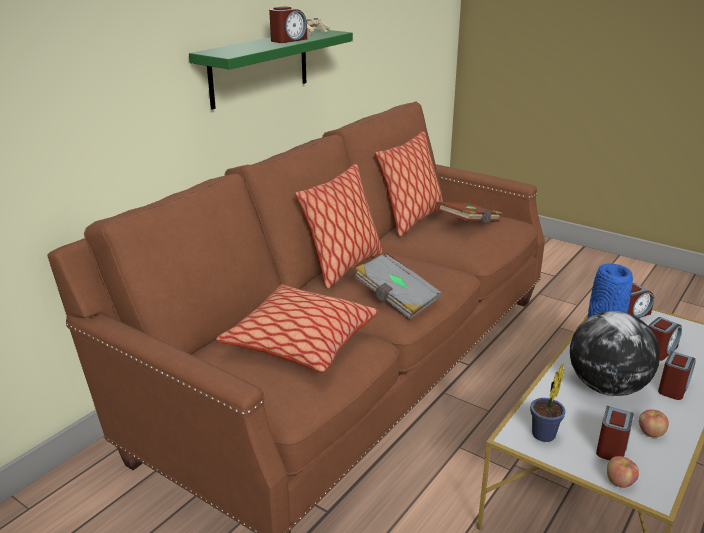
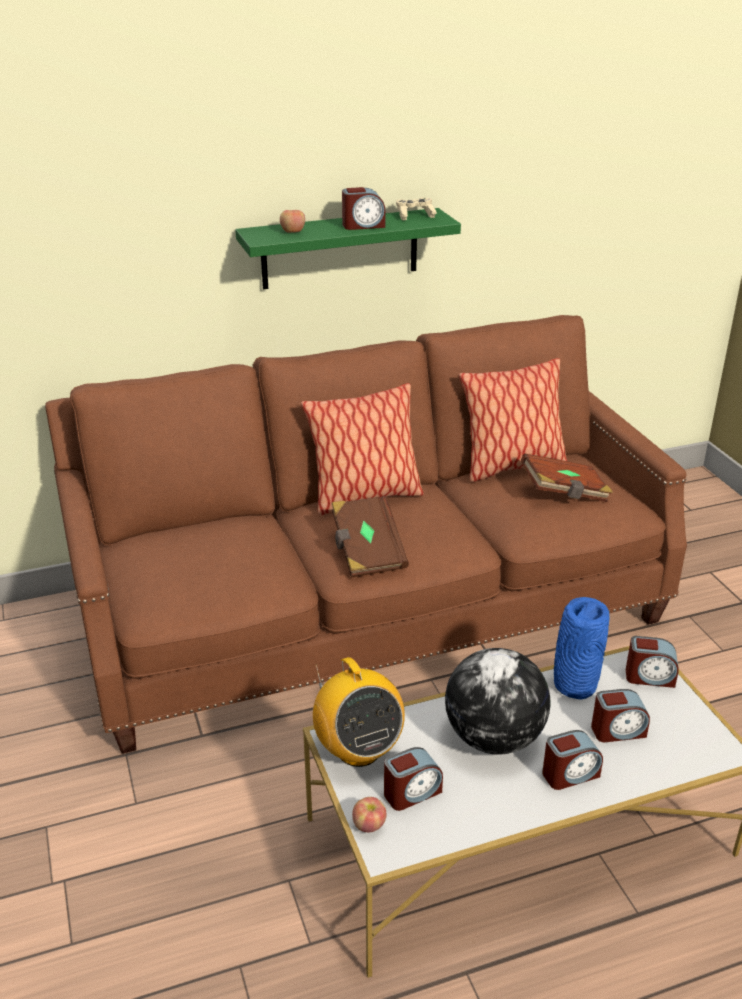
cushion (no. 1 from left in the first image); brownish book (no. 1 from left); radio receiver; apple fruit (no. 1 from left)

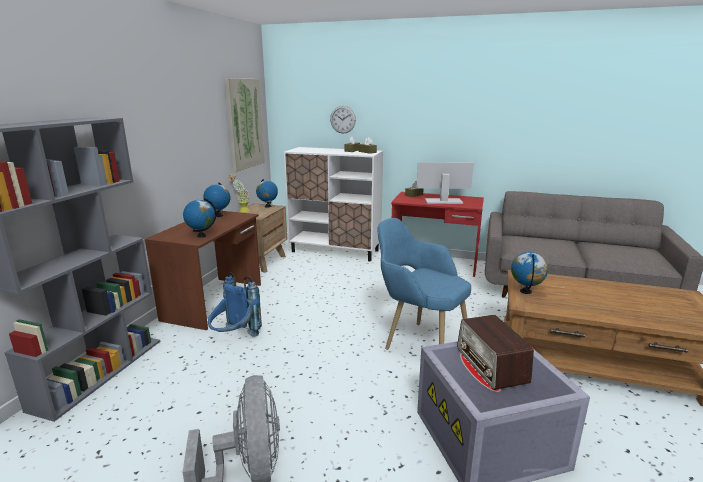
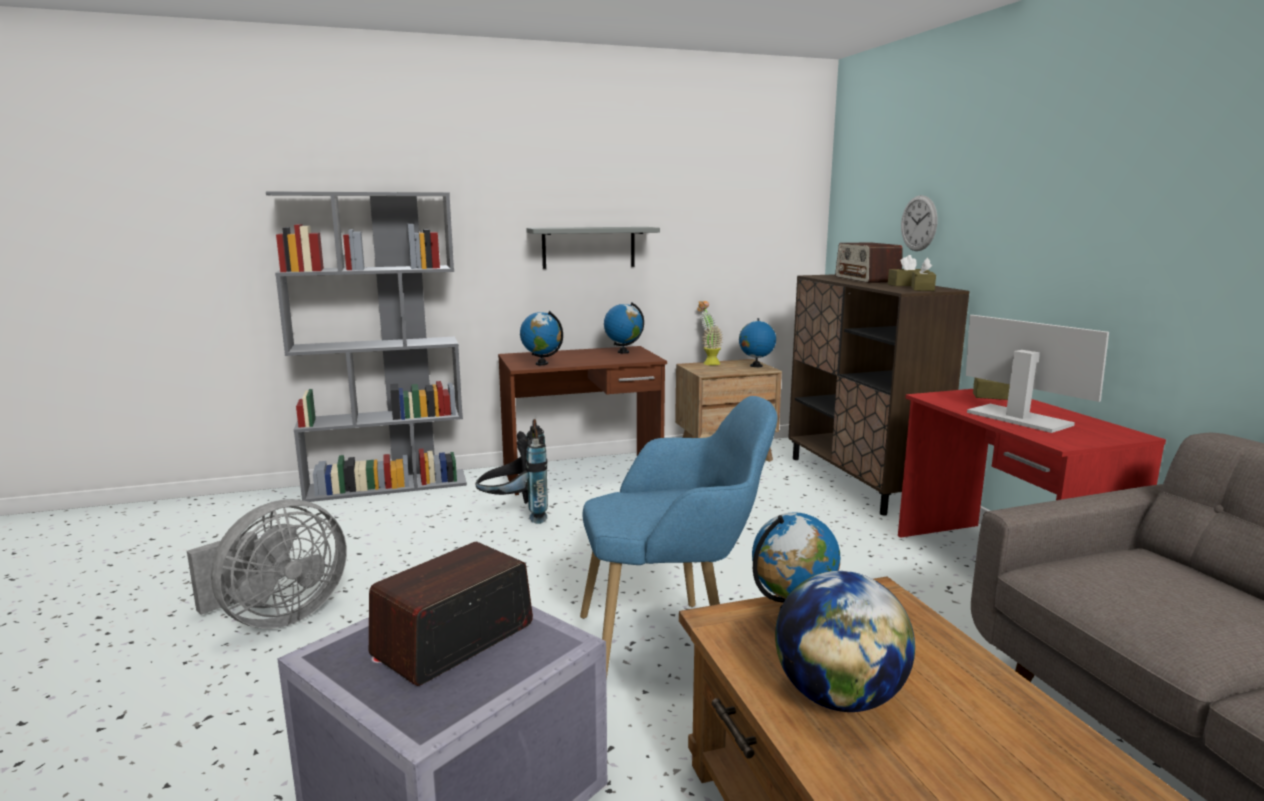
blackish rucksack; wall art; brownish storage cabinet; bluish easy chair; gray wall shelf; world globe (no. 5 from left); radio receiver (no. 2 from left)

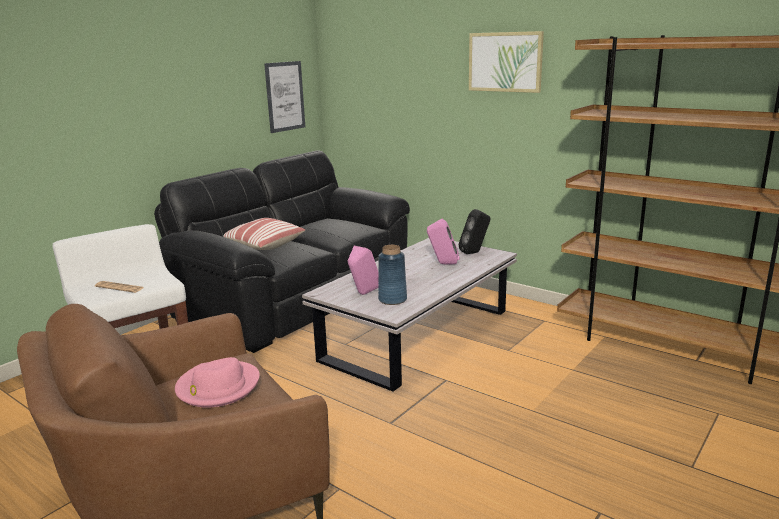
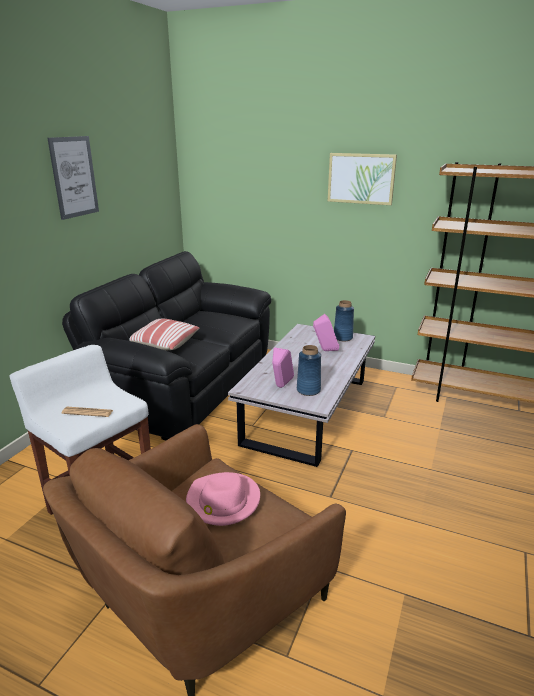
wall art (no. 1 from left); bluish decorative vase (no. 2 from left)

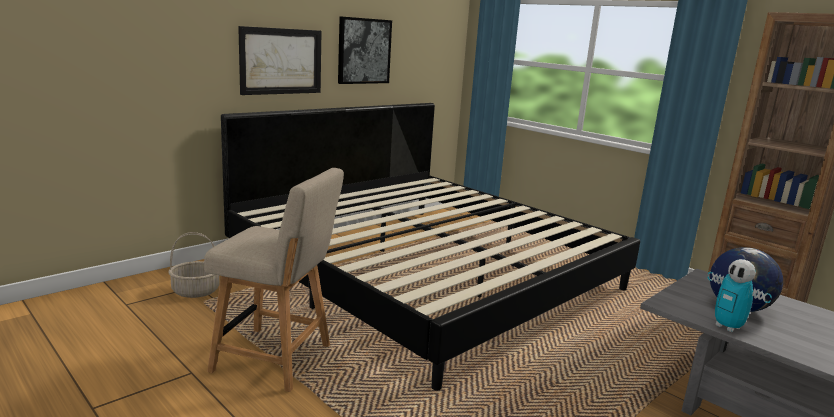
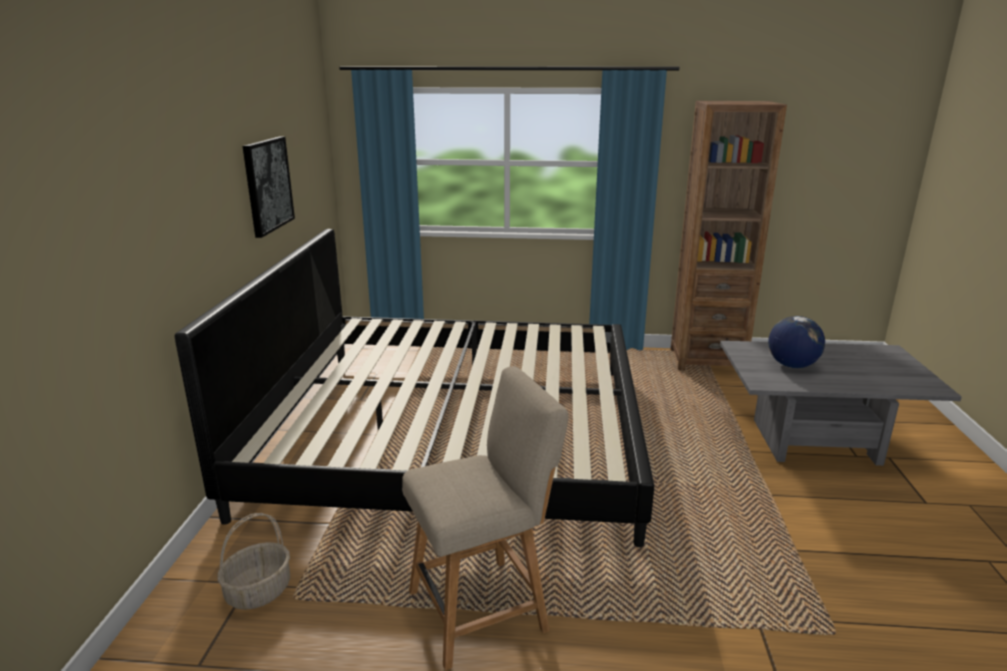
wall art (no. 1 from left in the first image); toy robot

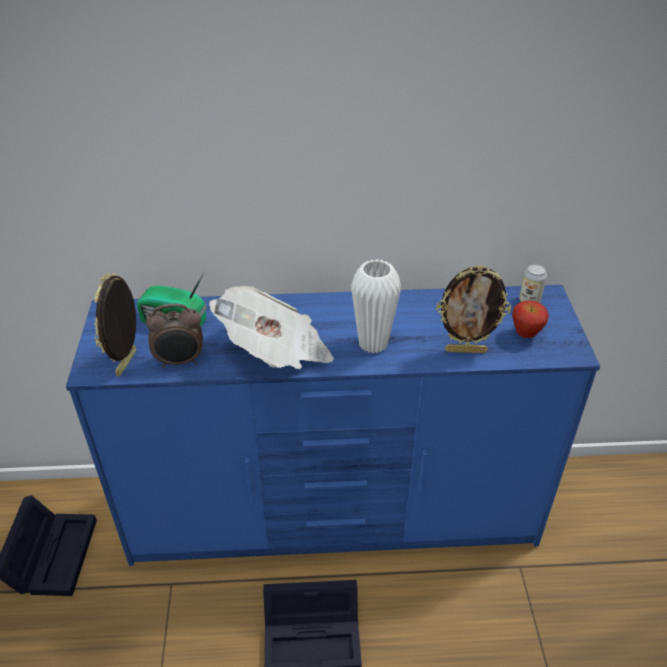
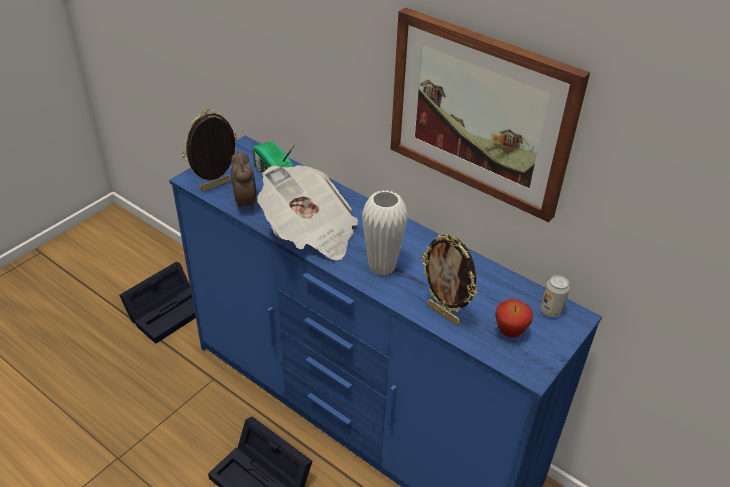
alarm clock; wall art

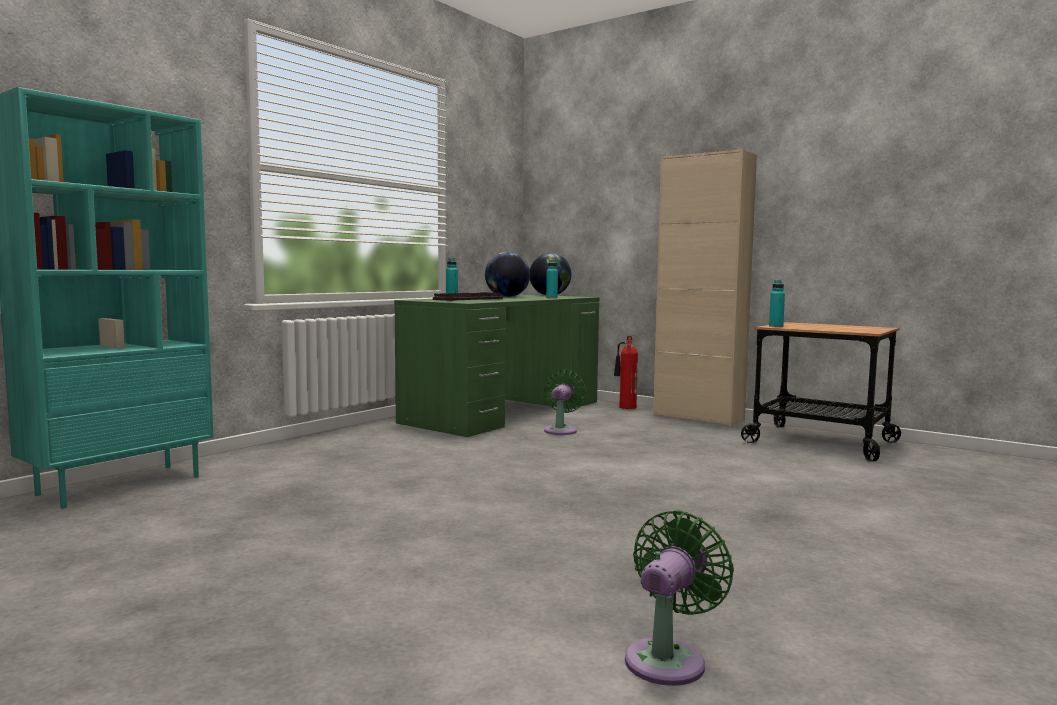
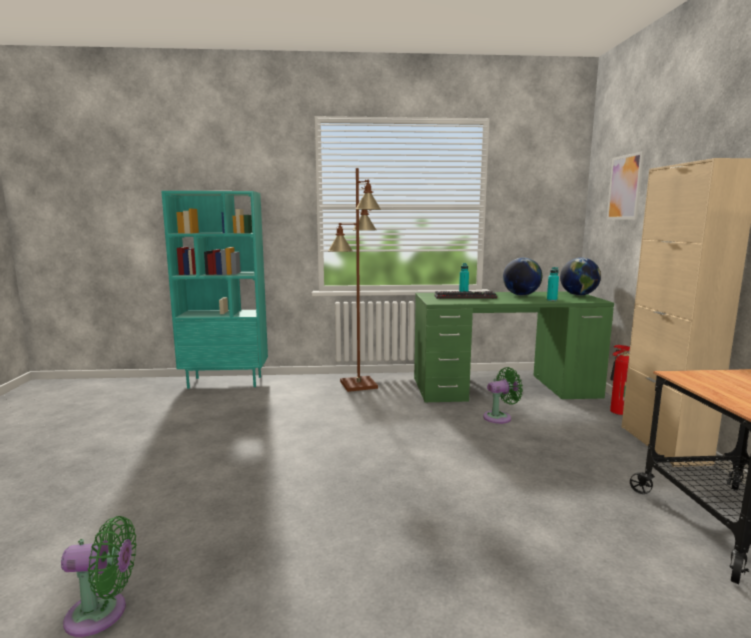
blue-green beverage bottle (no. 3 from left in the first image); brownish floor lamp; wall art

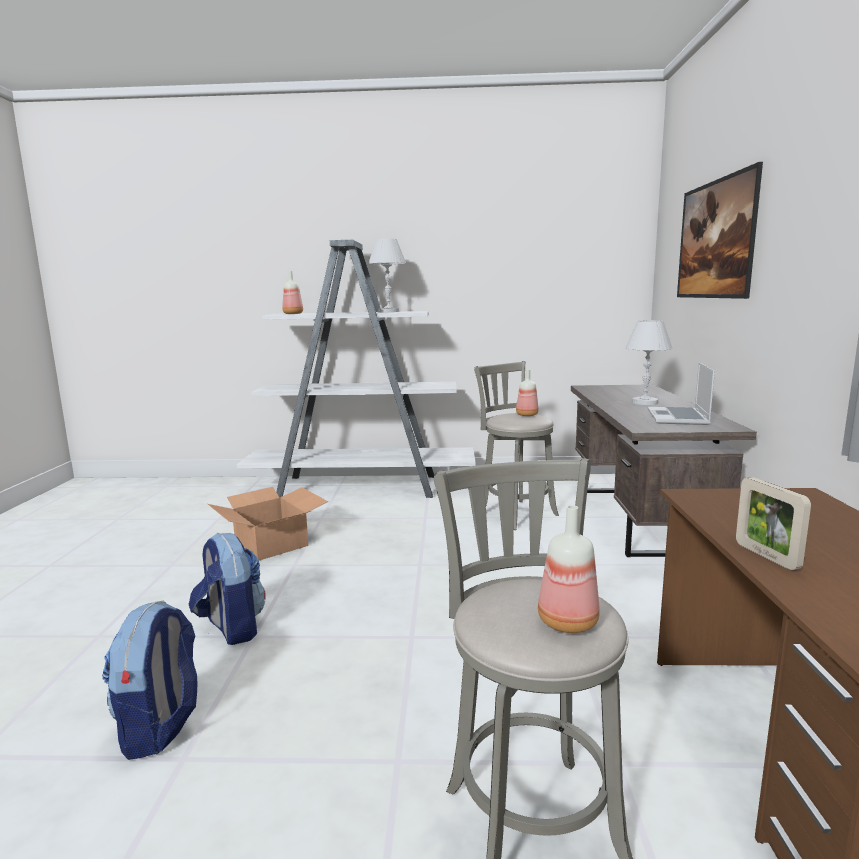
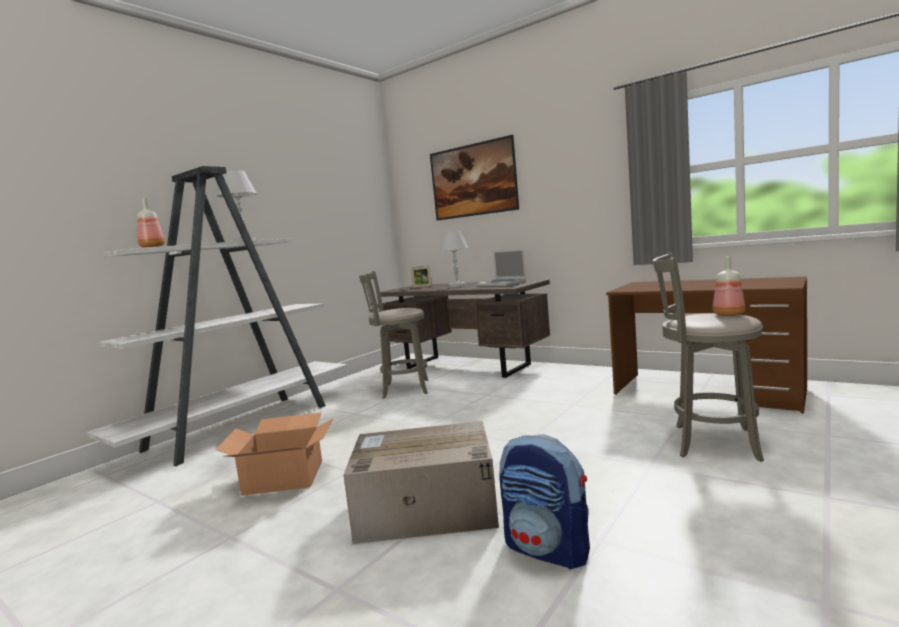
carton (no. 2 from left); beverage bottle (no. 2 from left in the first image); photo frame

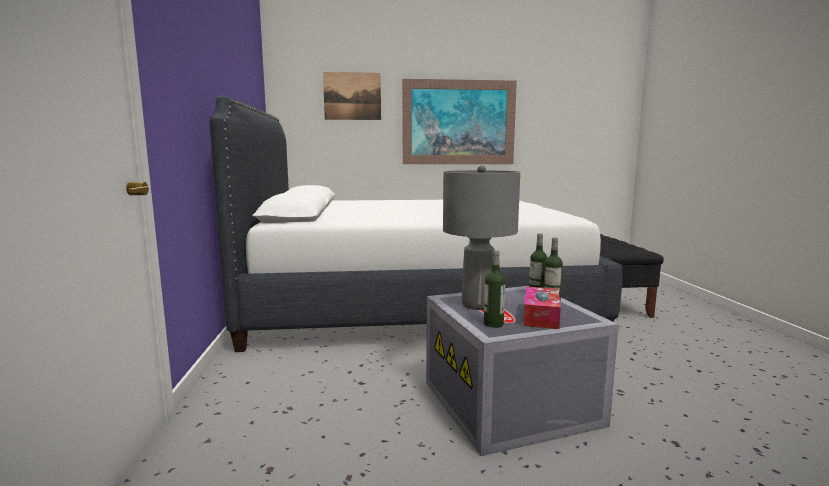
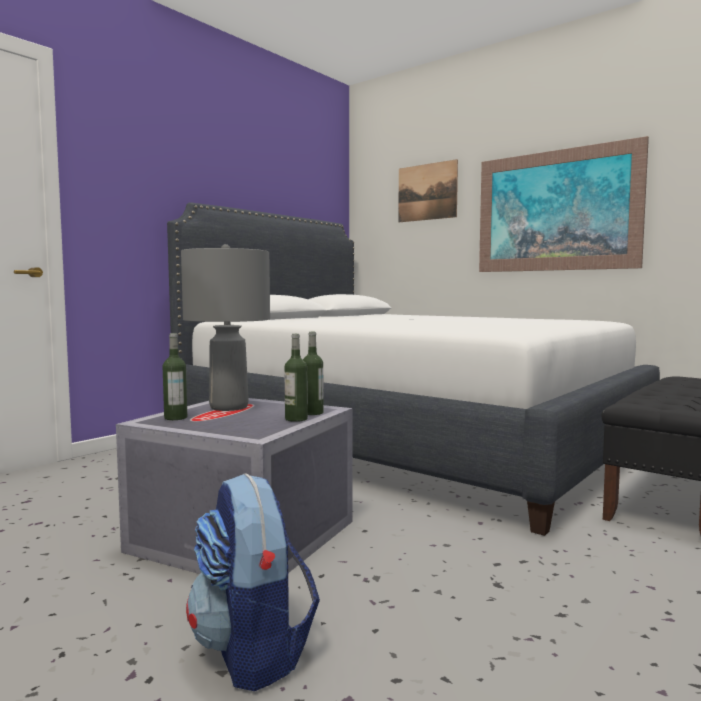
tissue holder; rucksack

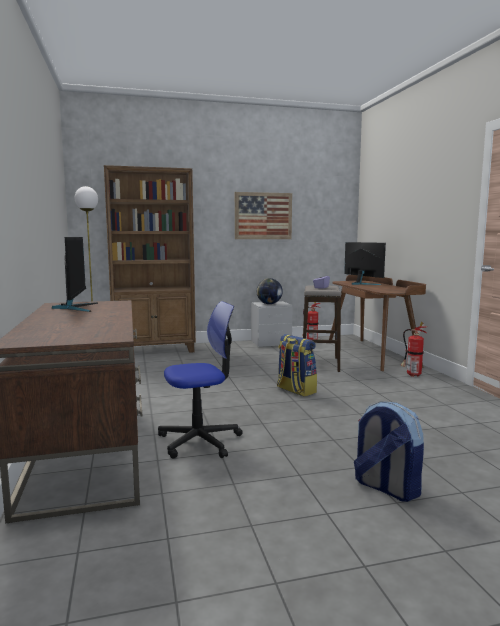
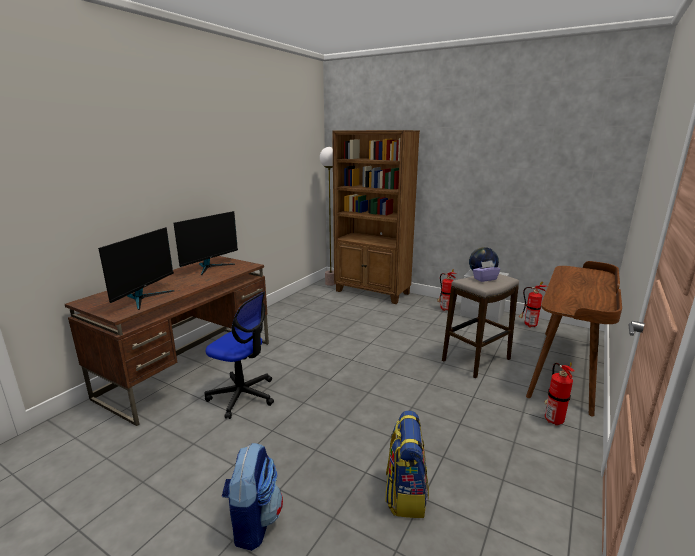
wall art; rucksack (no. 2 from left); computer screen (no. 1 from left); fire extinguisher (no. 1 from left)

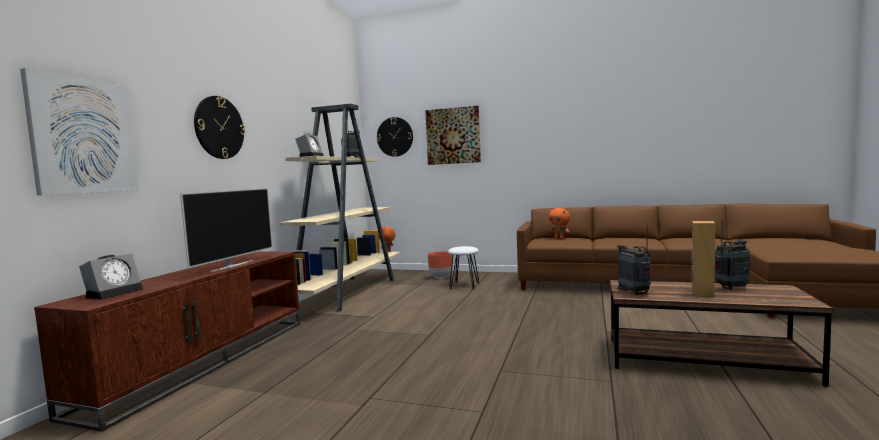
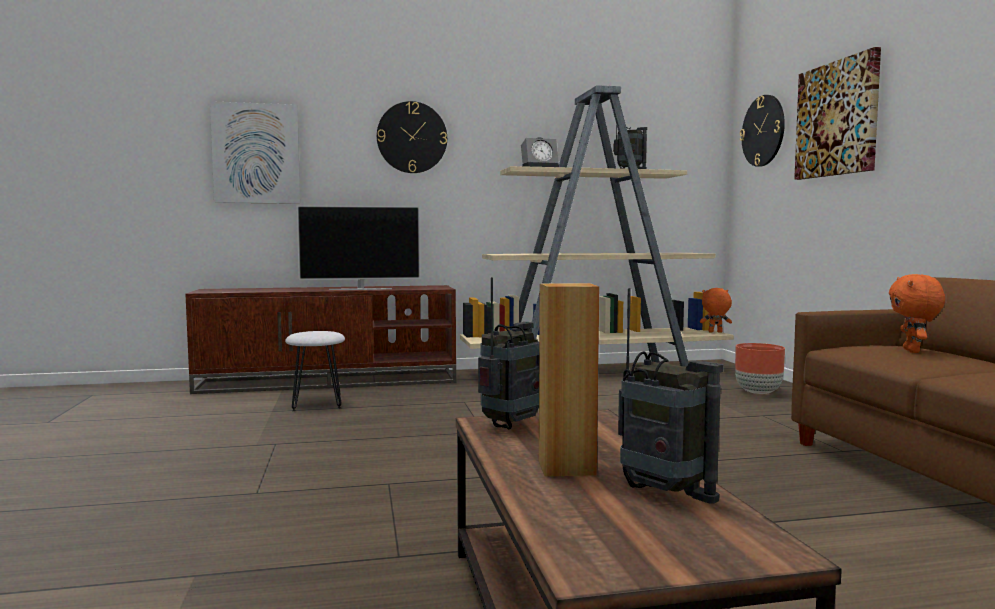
alarm clock (no. 1 from left in the first image); white-coloured stool

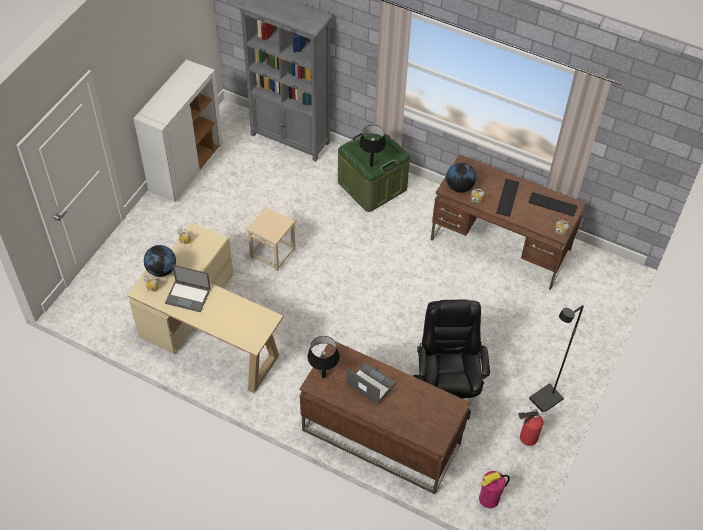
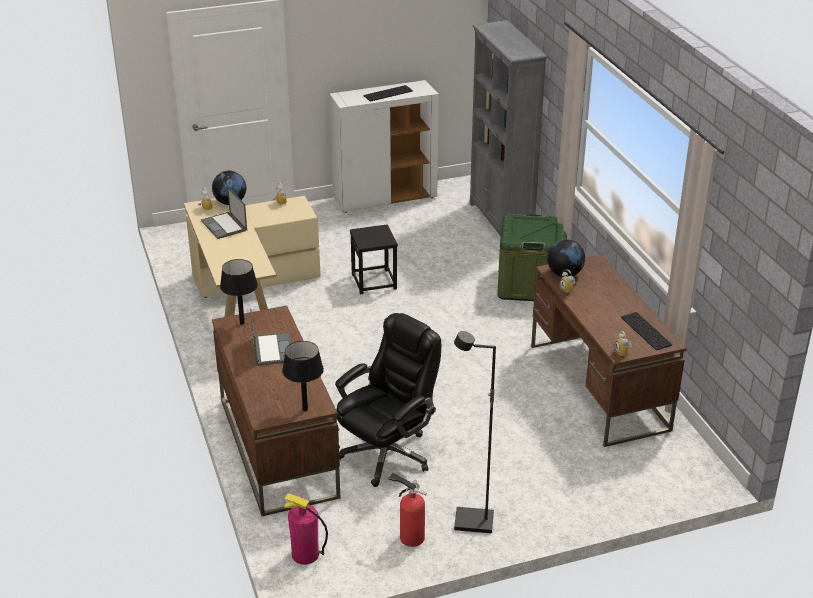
blackish stool; blackish tabletop lamp (no. 2 from left); computer keyboard (no. 1 from left)

